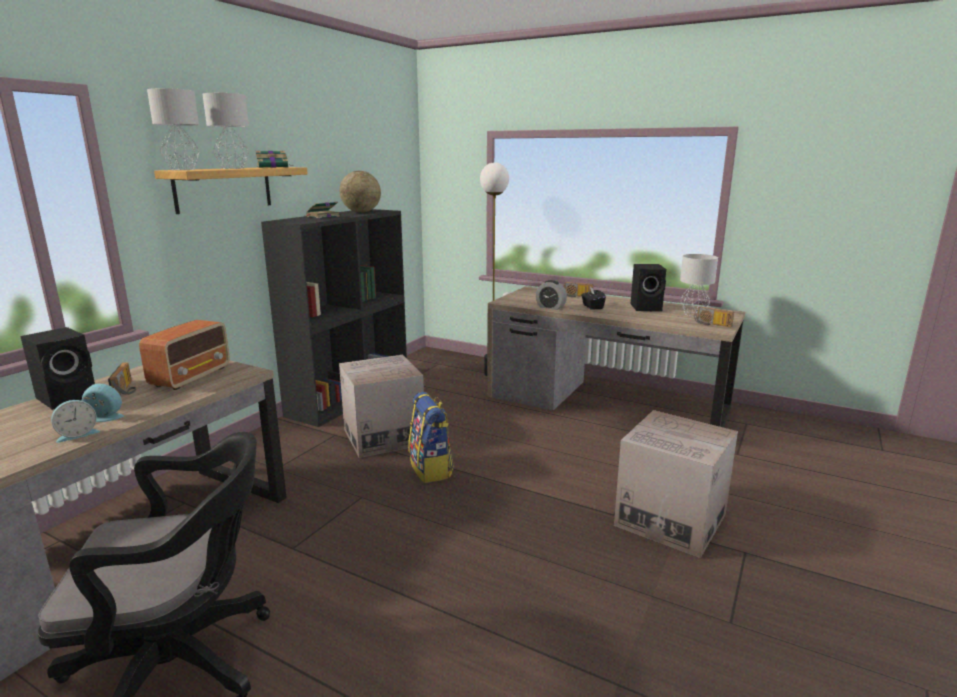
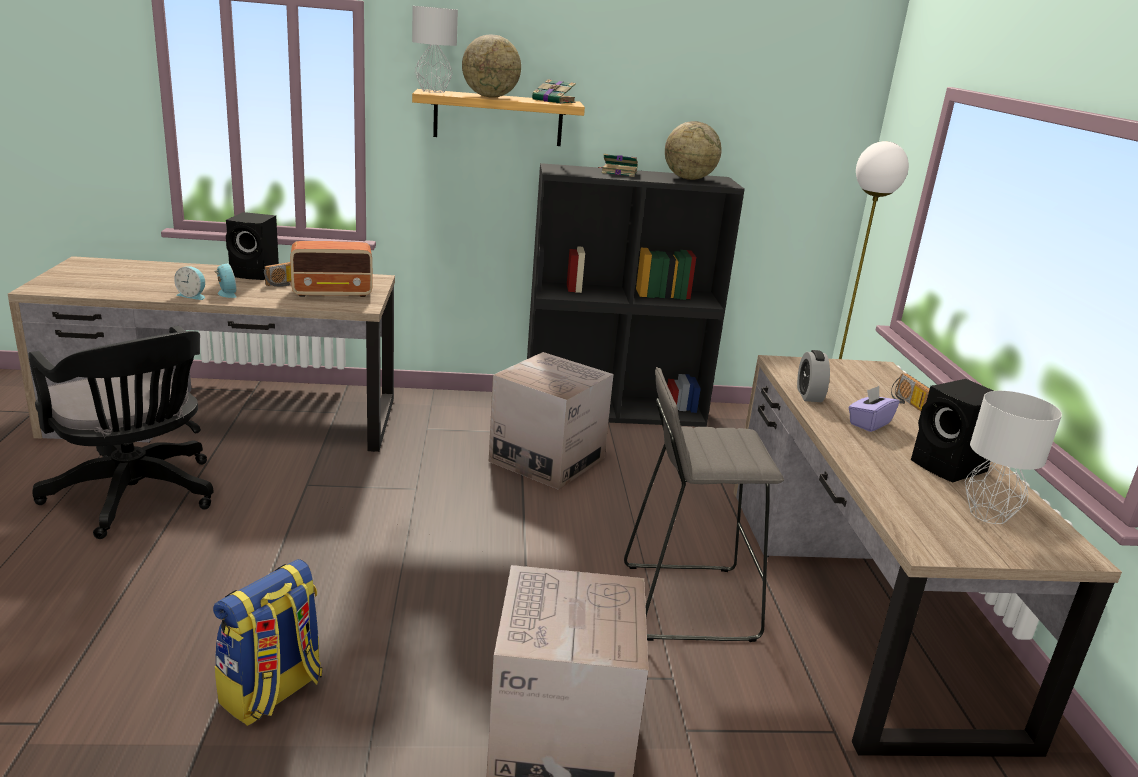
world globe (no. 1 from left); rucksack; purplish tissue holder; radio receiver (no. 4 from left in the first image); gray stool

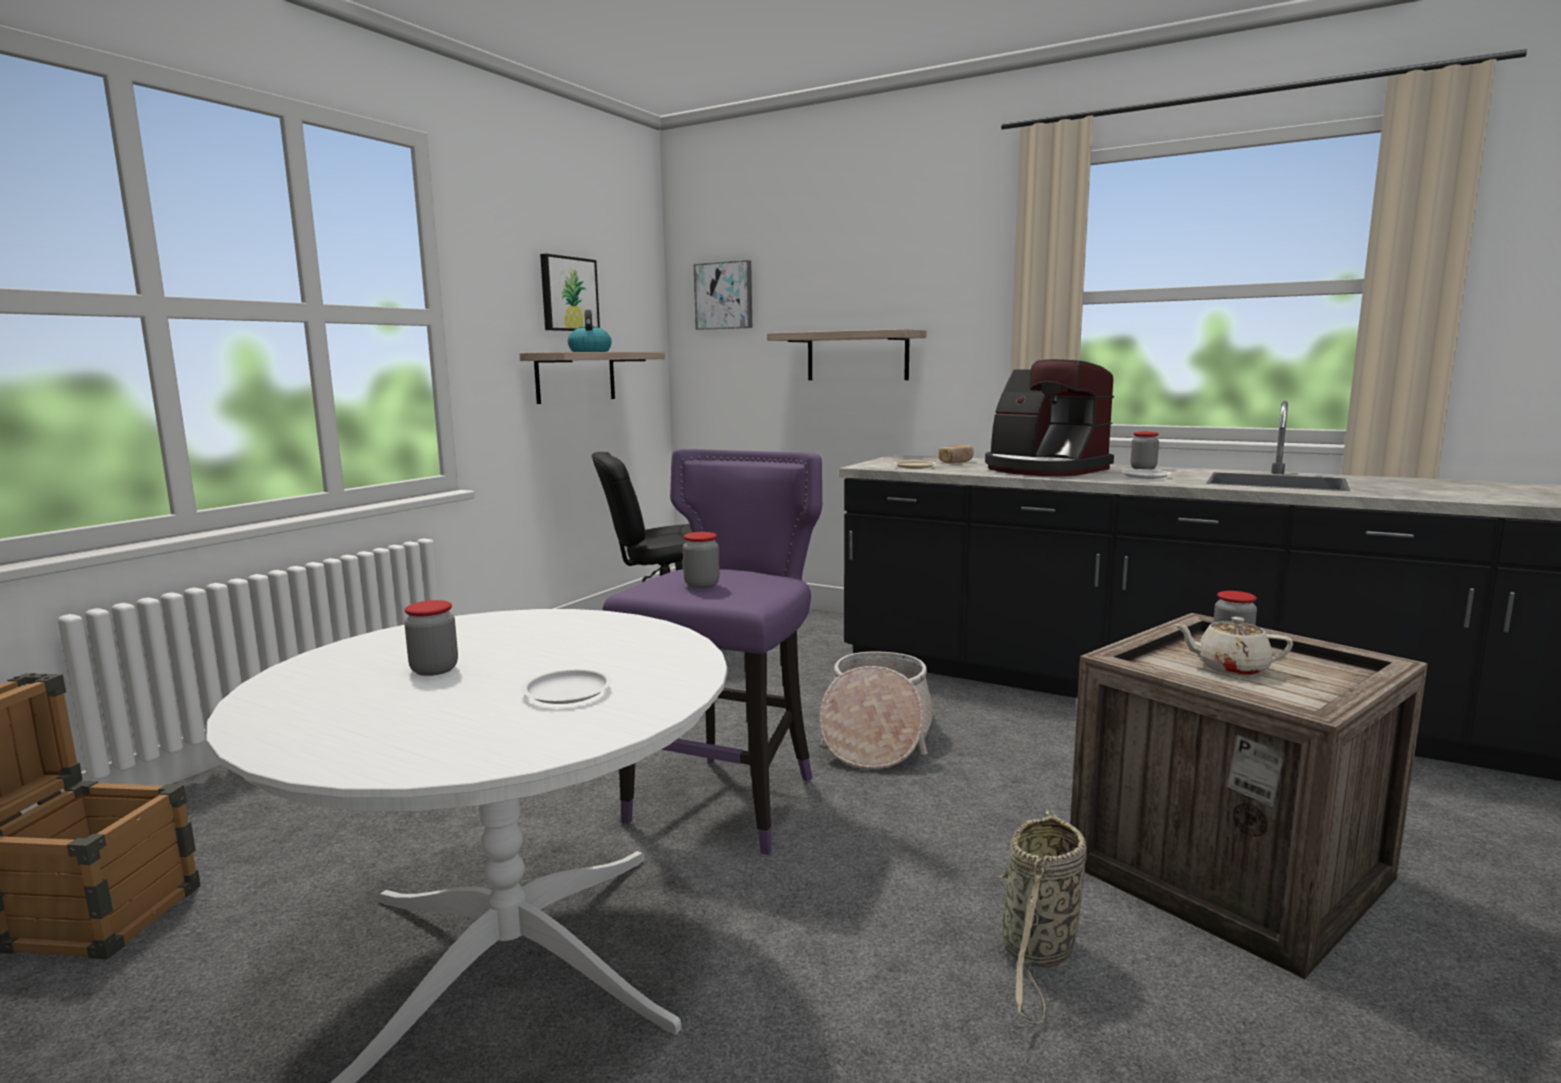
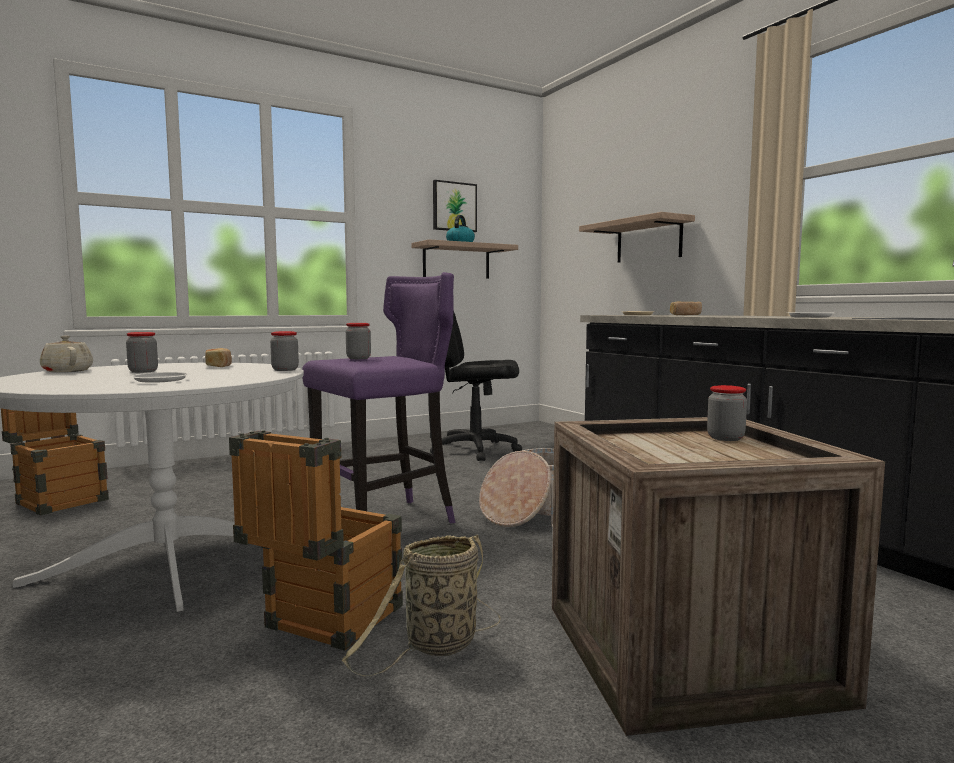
wall art (no. 2 from left in the first image); coffee machine; preserve jar (no. 2 from left); sand-coloured teapot; baked bread (no. 1 from left); shipping crate (no. 2 from left)

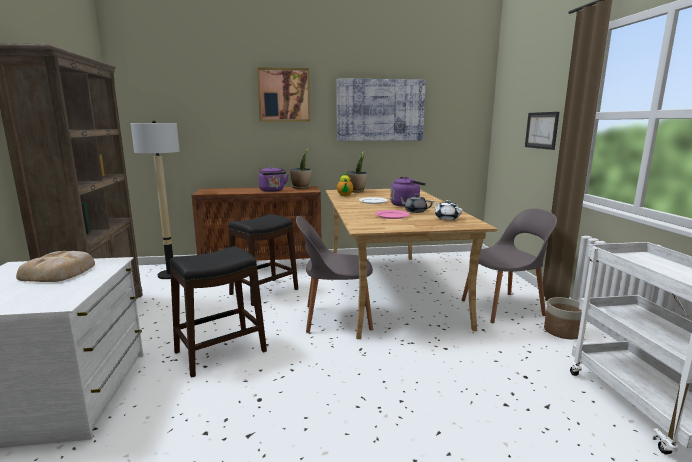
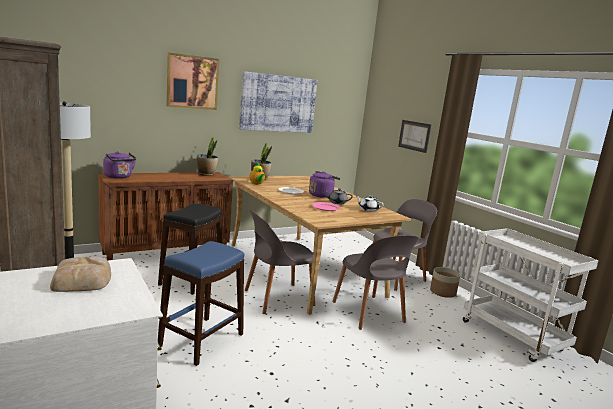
bluish stool; purplish tea kettle (no. 1 from left); gray plain chair (no. 2 from left)

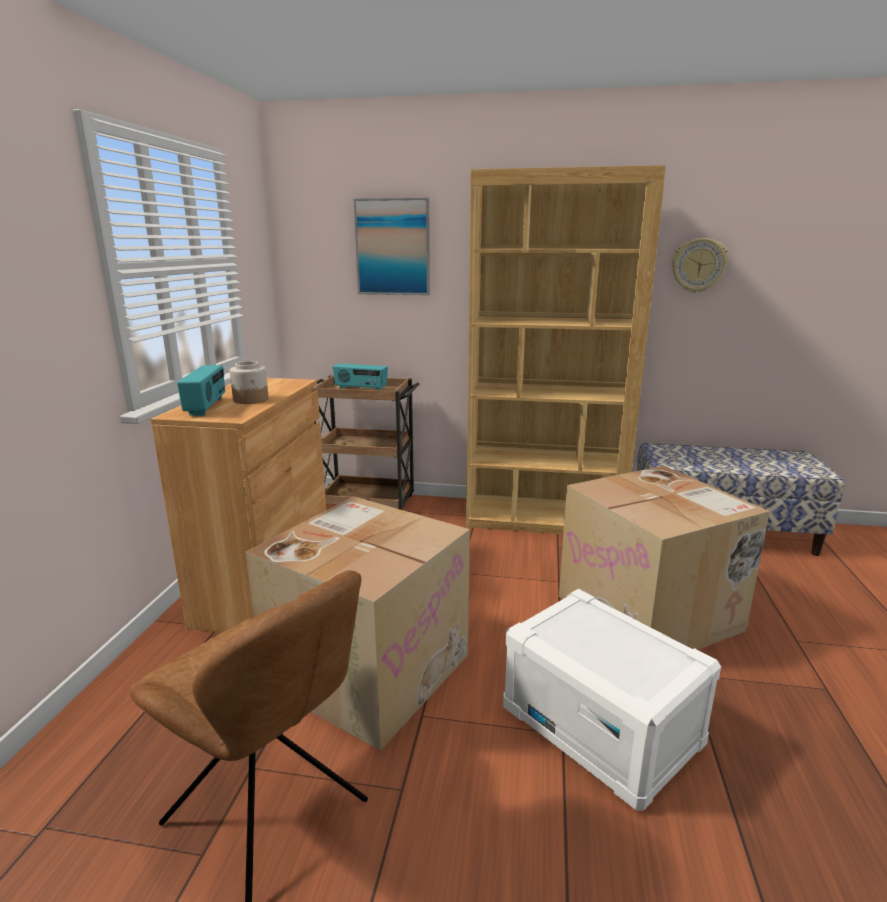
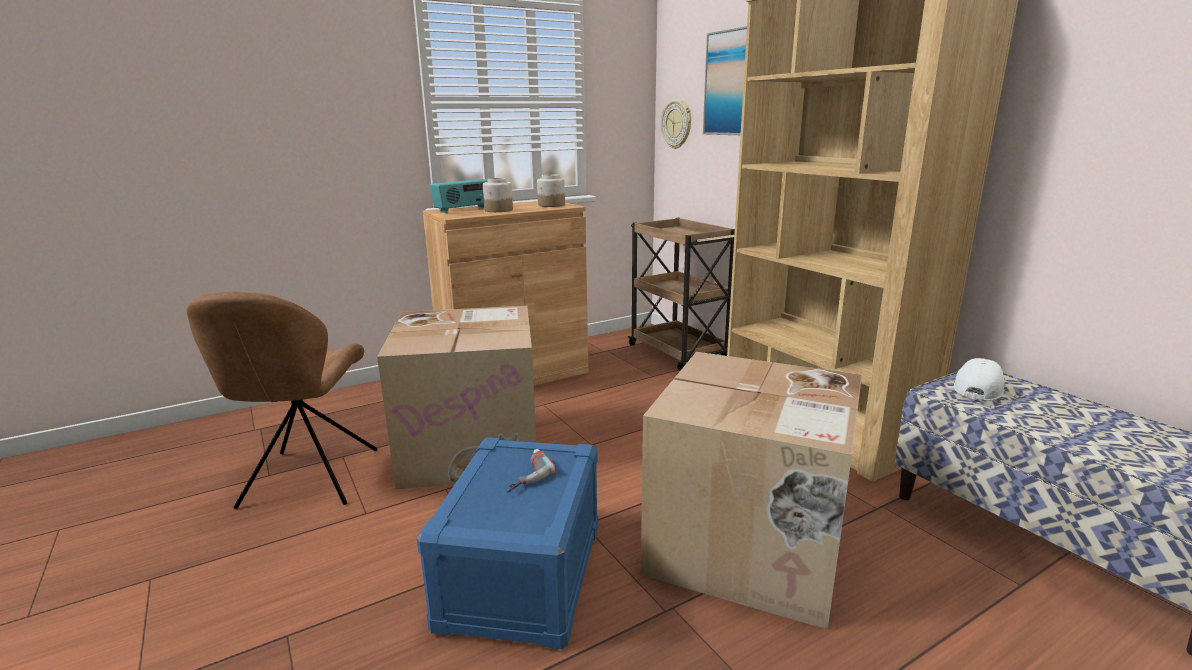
radio receiver (no. 2 from left in the first image); bluish storage container; wall clock; power drill; preserve jar (no. 2 from left); white-coloured cap

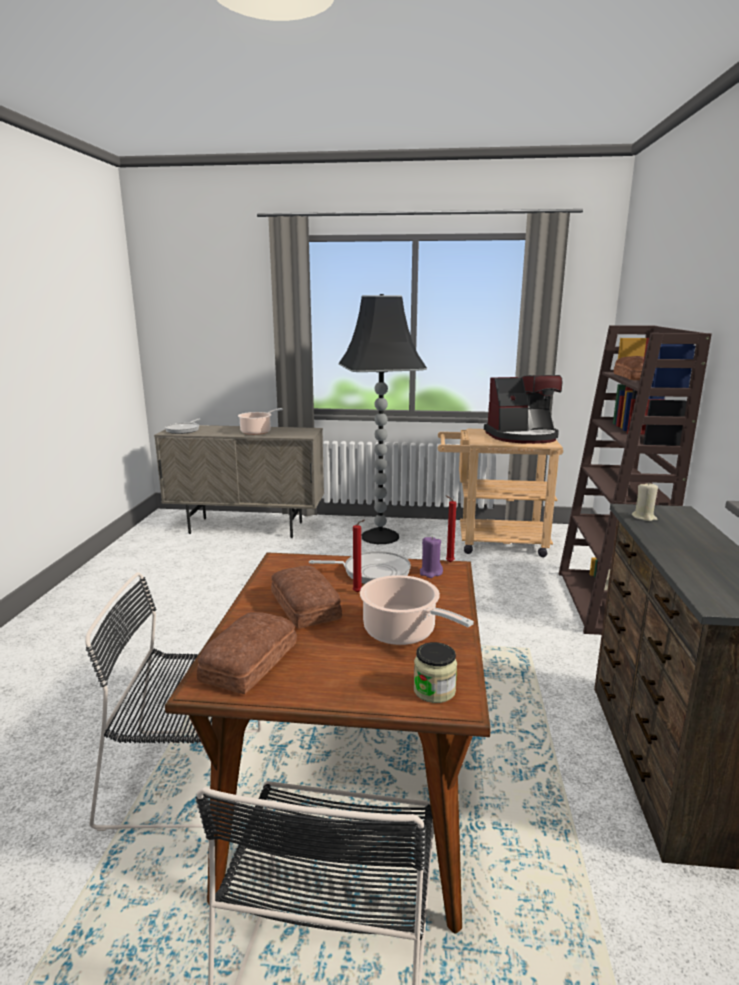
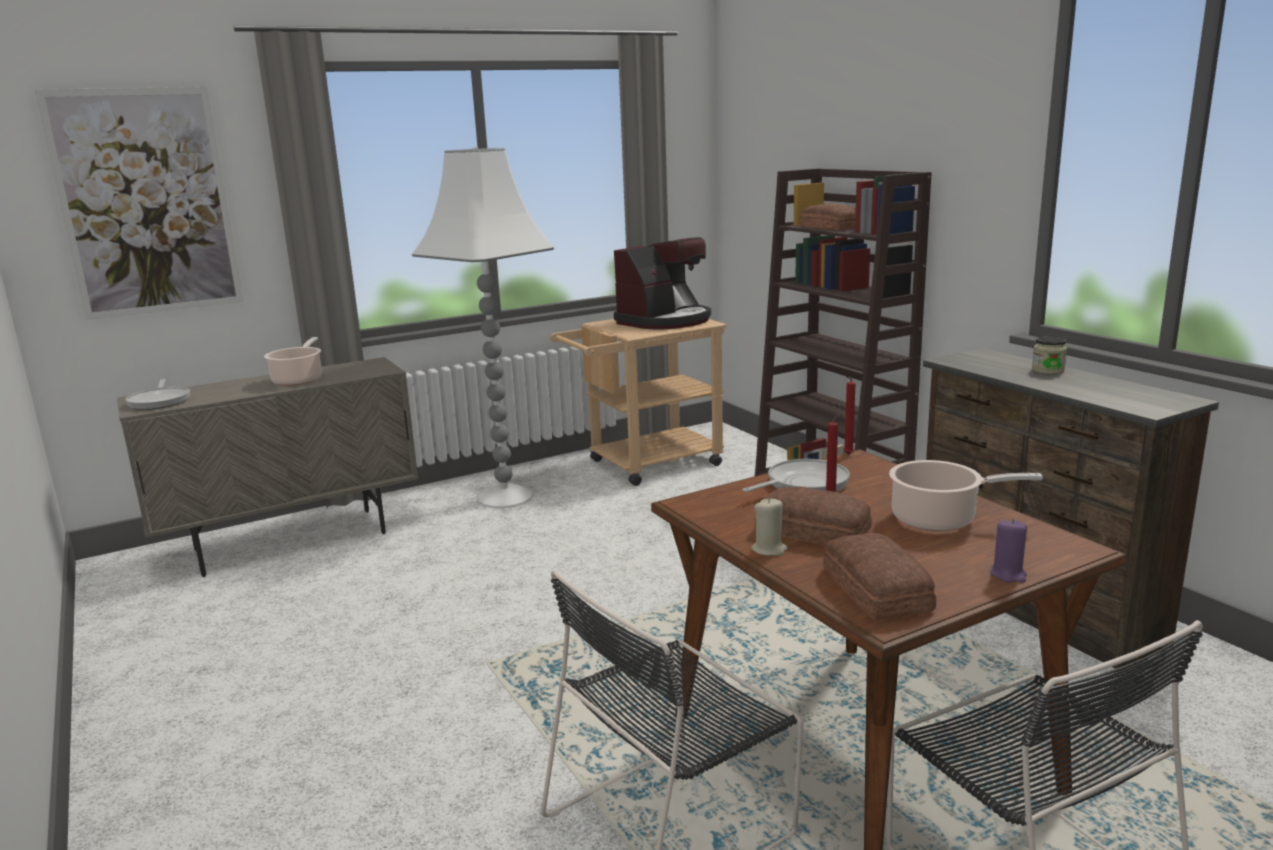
white-coloured floor lamp; preserve jar; purplish wax candle; sand-coloured wax candle; wall art

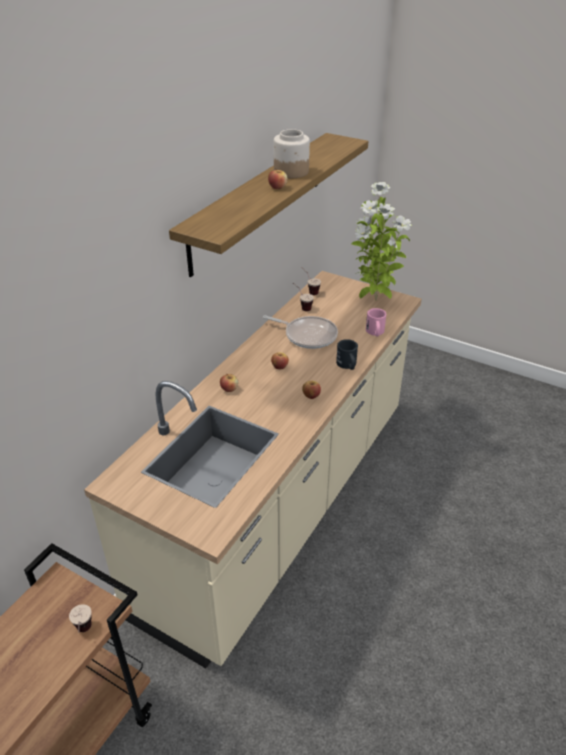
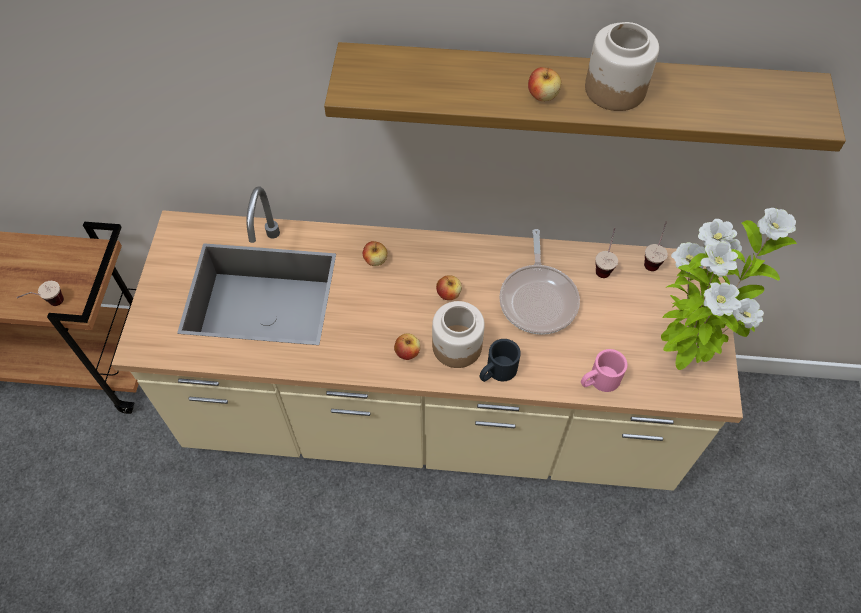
preserve jar (no. 1 from left)

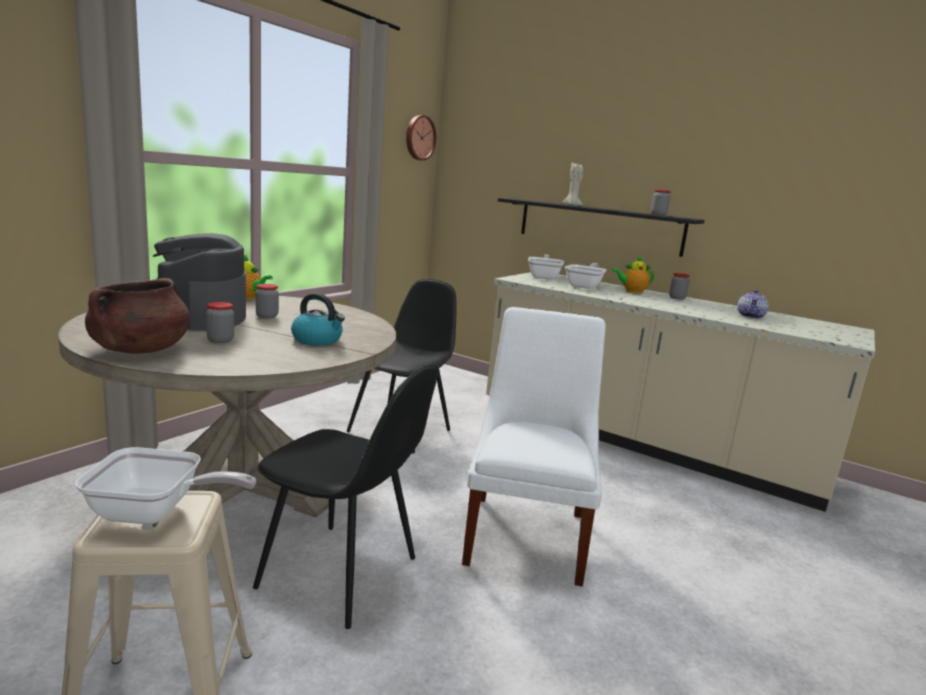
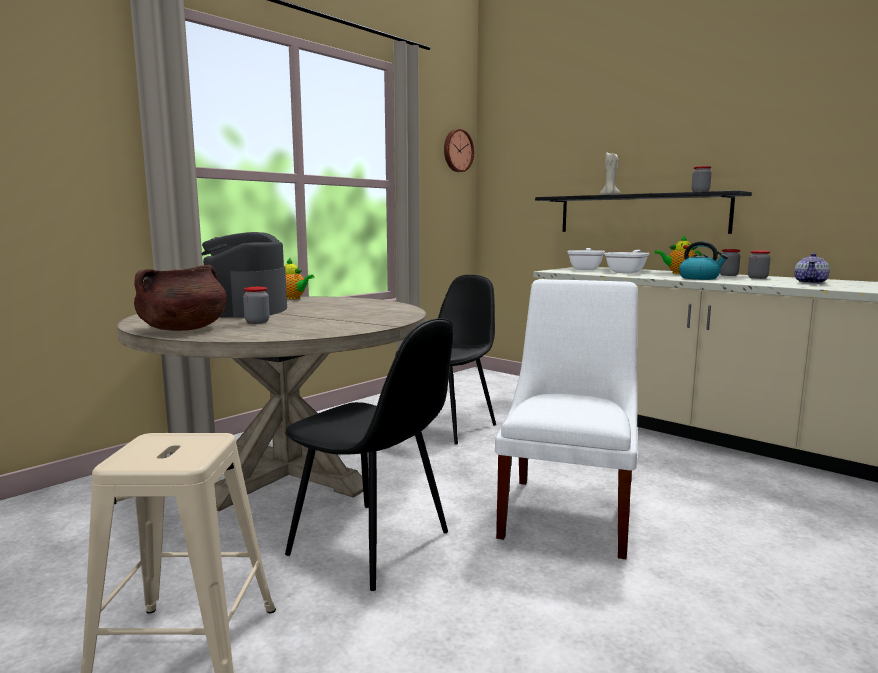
pan (no. 1 from left in the first image); preserve jar (no. 4 from left); tea kettle

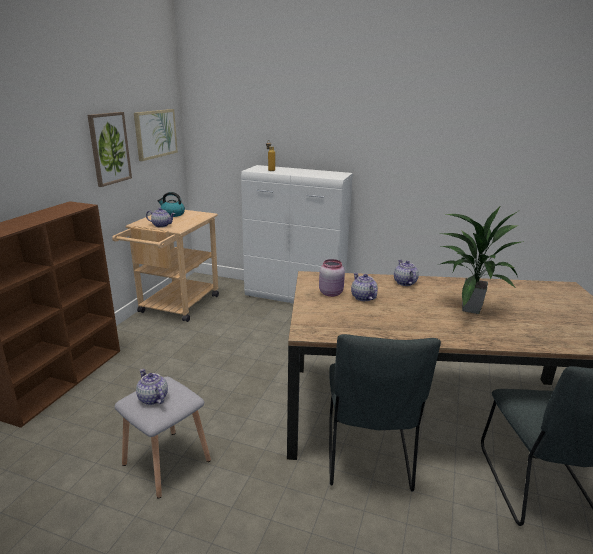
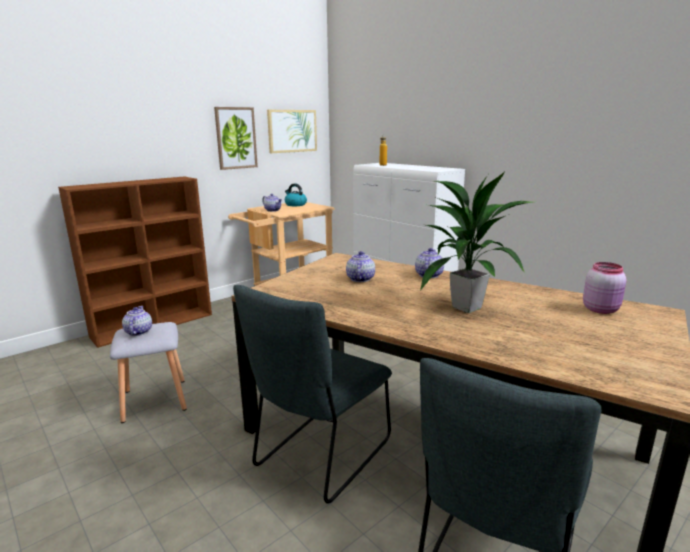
pink-coloured preserve jar

